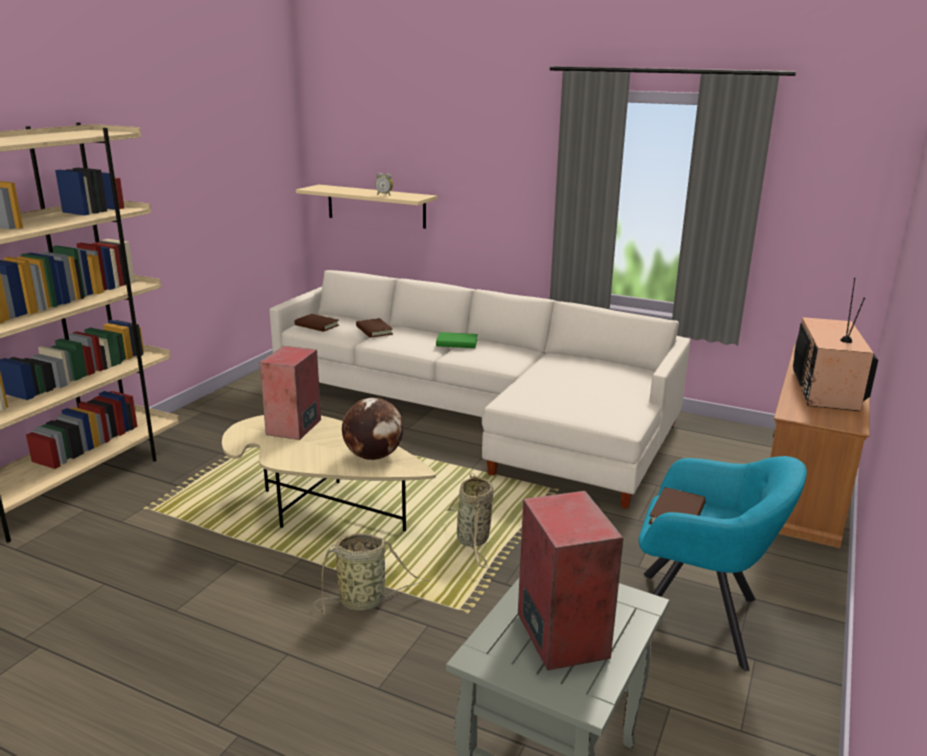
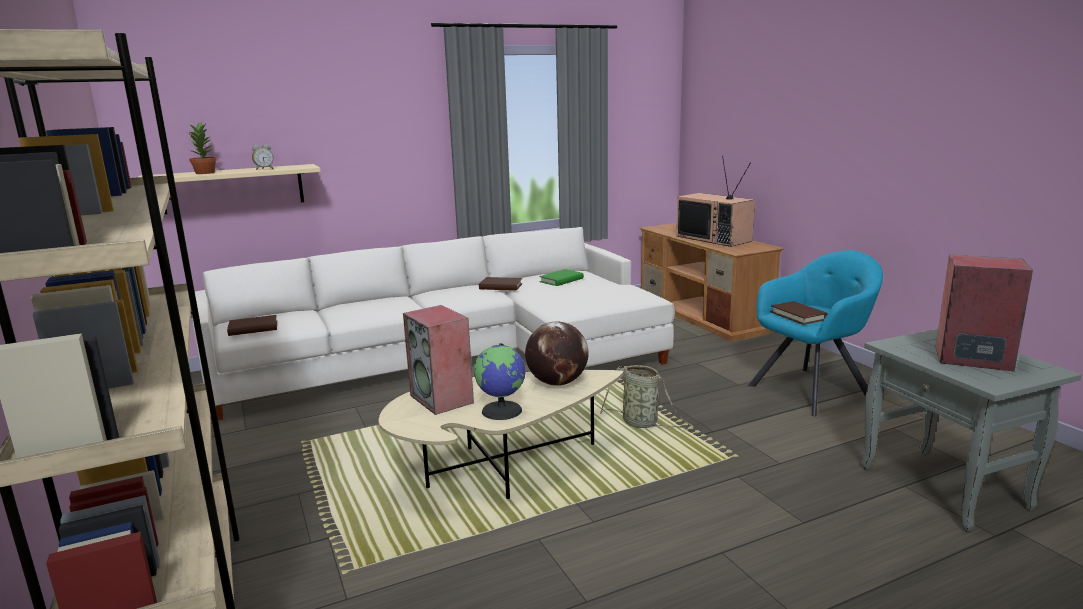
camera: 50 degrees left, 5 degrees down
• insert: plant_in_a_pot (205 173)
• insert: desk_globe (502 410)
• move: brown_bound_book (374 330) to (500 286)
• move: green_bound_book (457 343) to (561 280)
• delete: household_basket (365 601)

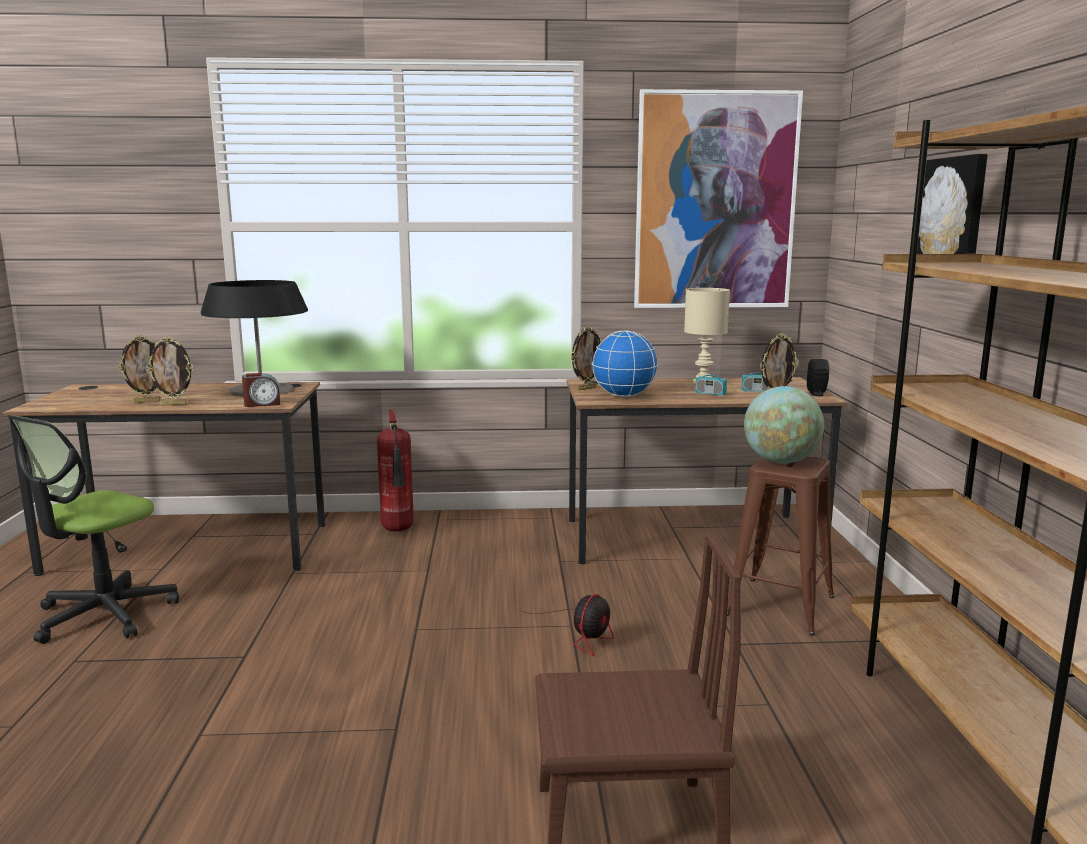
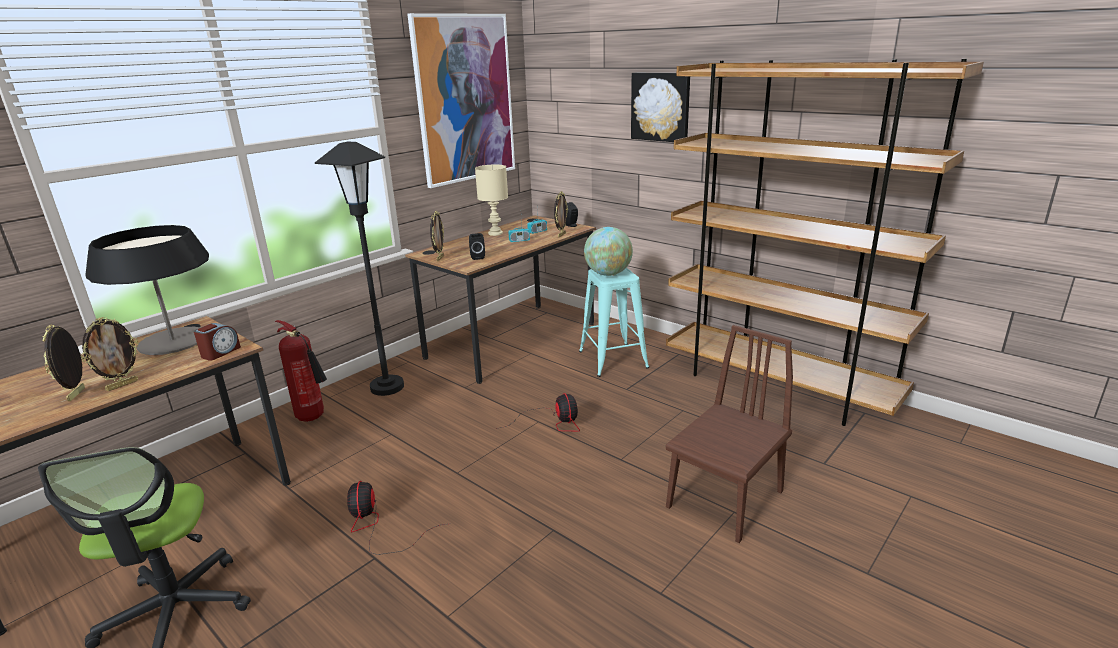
camera: 45 degrees left, 10 degrees up
• rotate: picture_frame (147 401) = (78 394) 150 degrees clockwise
• insert: black-coloured_standing_lamp (387 387)
• insert: cooling_fan (378 527)
• replace: desk_globe (624 396) to black-coloured_audio_speaker (477 257)
• recolor: brown_stool (780 606) to turquoise_stool (613 359)

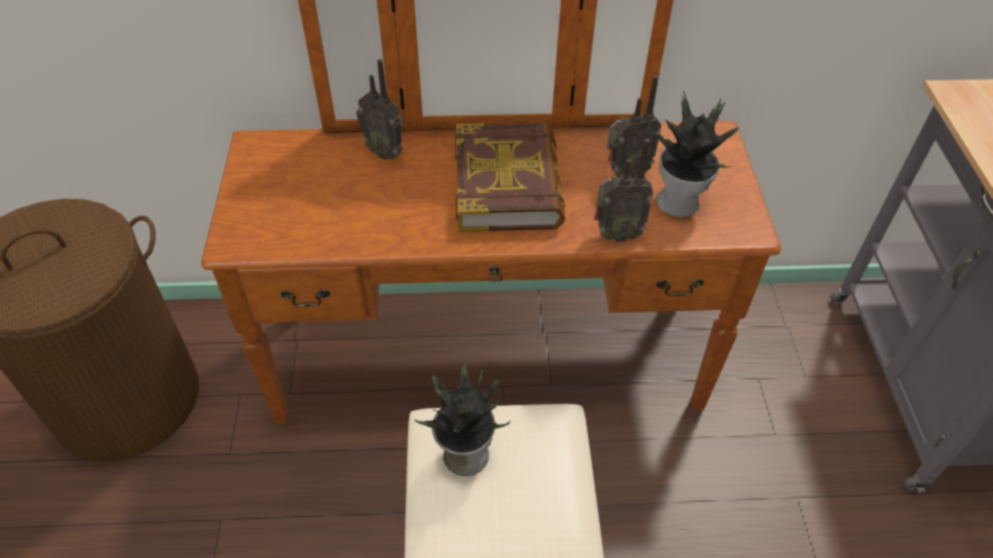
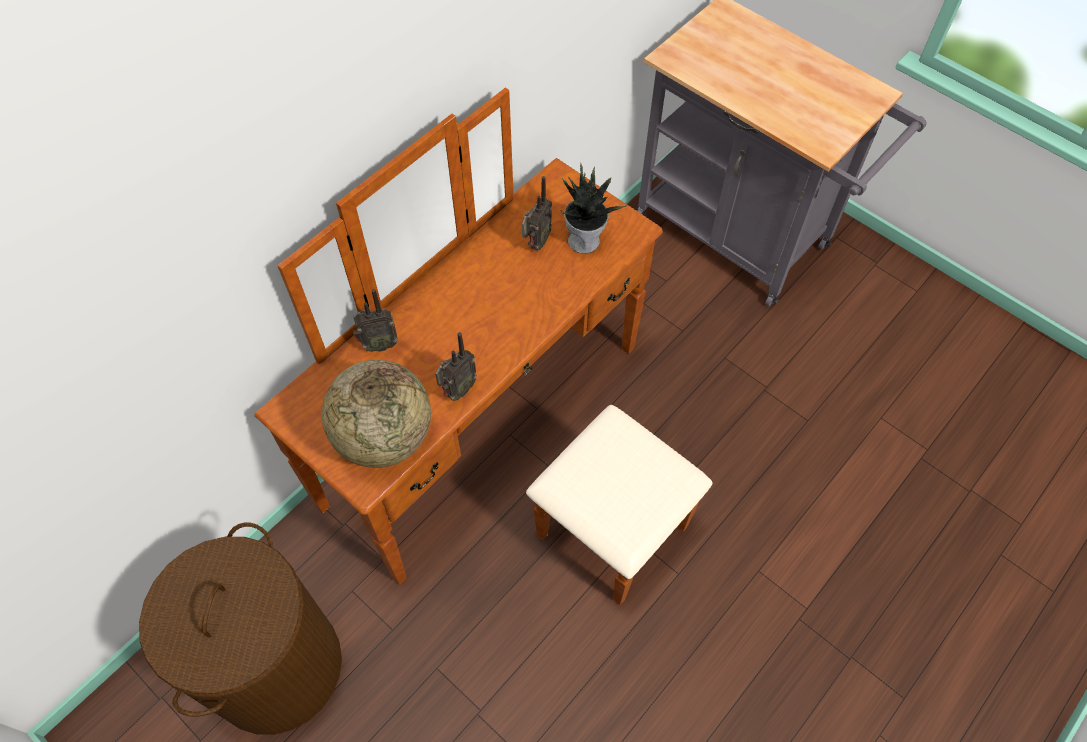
camera: 45 degrees left, 10 degrees up
• insert: desk_globe (384 437)
• move: radio (616 234) to (457 391)
• delete: plant_in_a_pot (464 453)
• delete: bound_book (508 185)

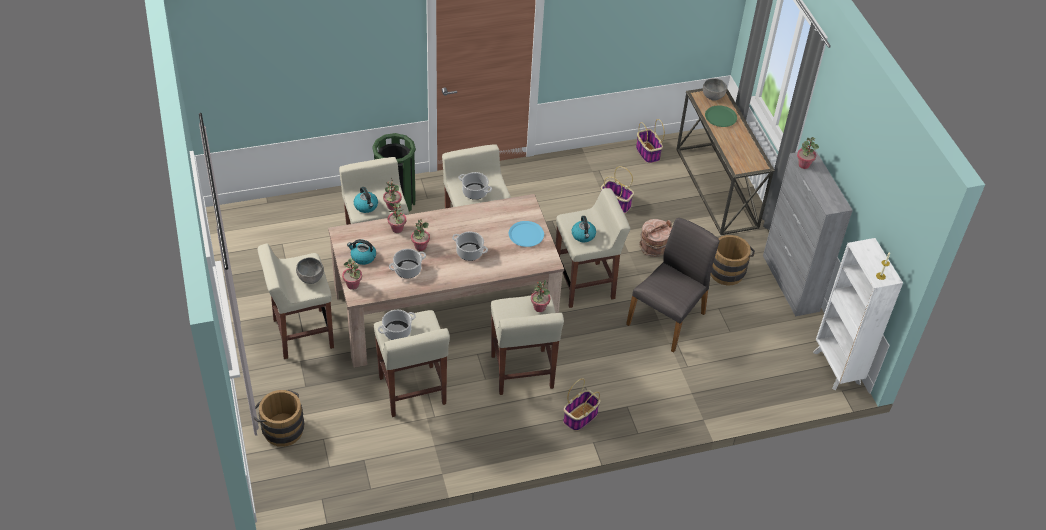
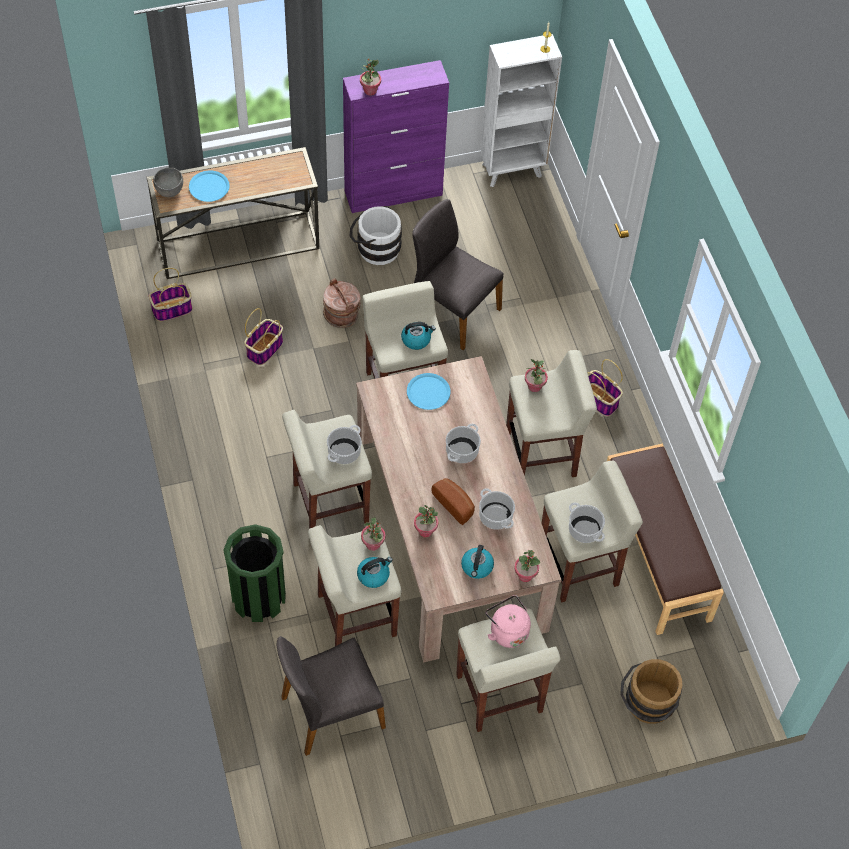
camera: 90 degrees left, 10 degrees up
• recolor: green_flat_dish (720 117) to bluish_flat_dish (209 187)
• insert: greyish_chair (331 711)
• recolor: greyish_storage_cabinet (790 283) to purple_storage_cabinet (394 193)
• recolor: brown_water_bucket (727 270) to whitish_water_bucket (375 248)
• replace: plant_in_a_pot (420 246) to baked_bread (455 504)
• replace: greyish_serving_bowl (311 279) to pink-coloured_tea_kettle (507 631)
• insert: brown_indoor_bench (656 553)

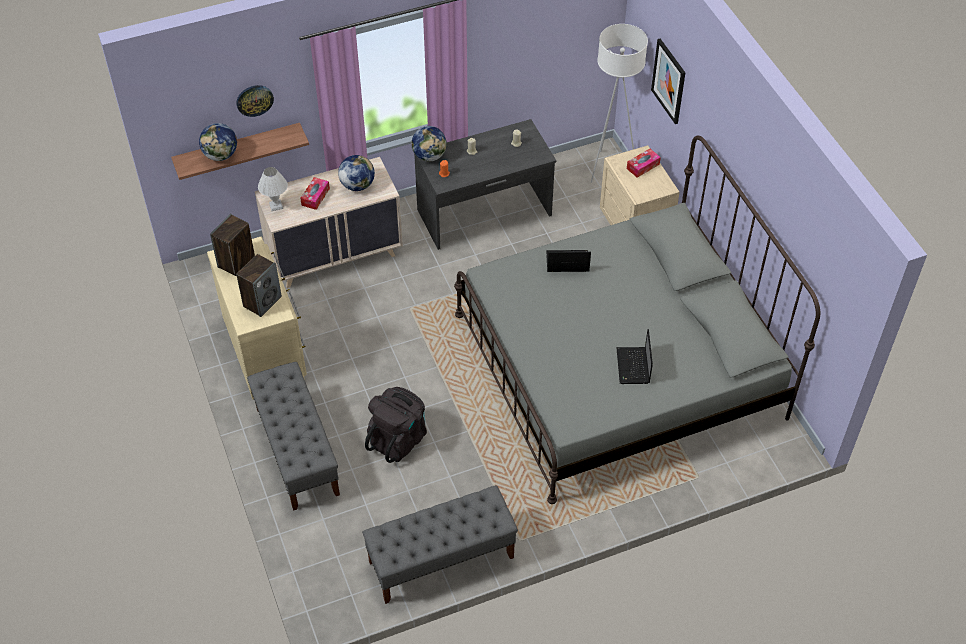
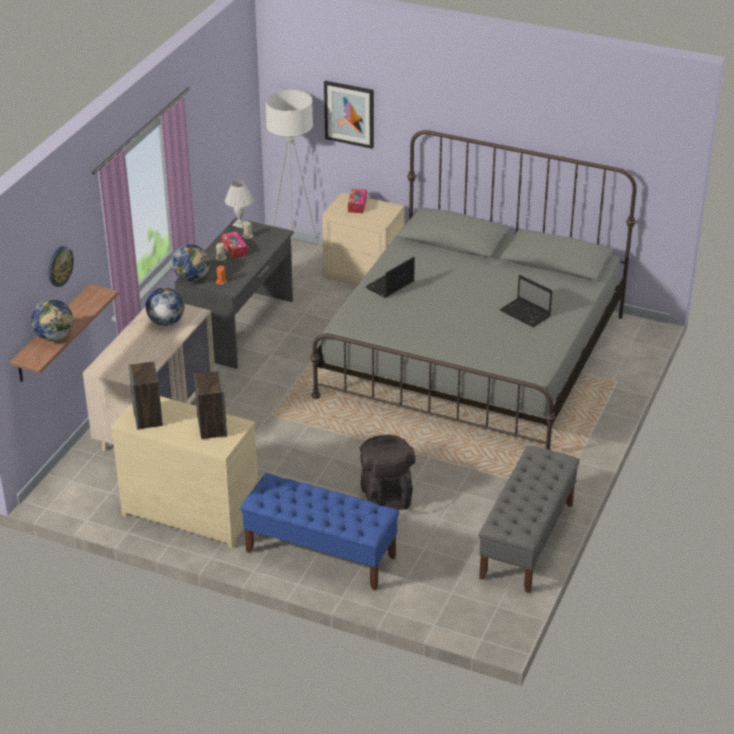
camera: 45 degrees left, 15 degrees down
• move: box_of_tissues (315 197) to (234 249)
• move: whitish_tabletop_lamp (275 205) to (240 224)
• recolor: greyish_indoor_bench (297 451) to bluish_indoor_bench (320 554)

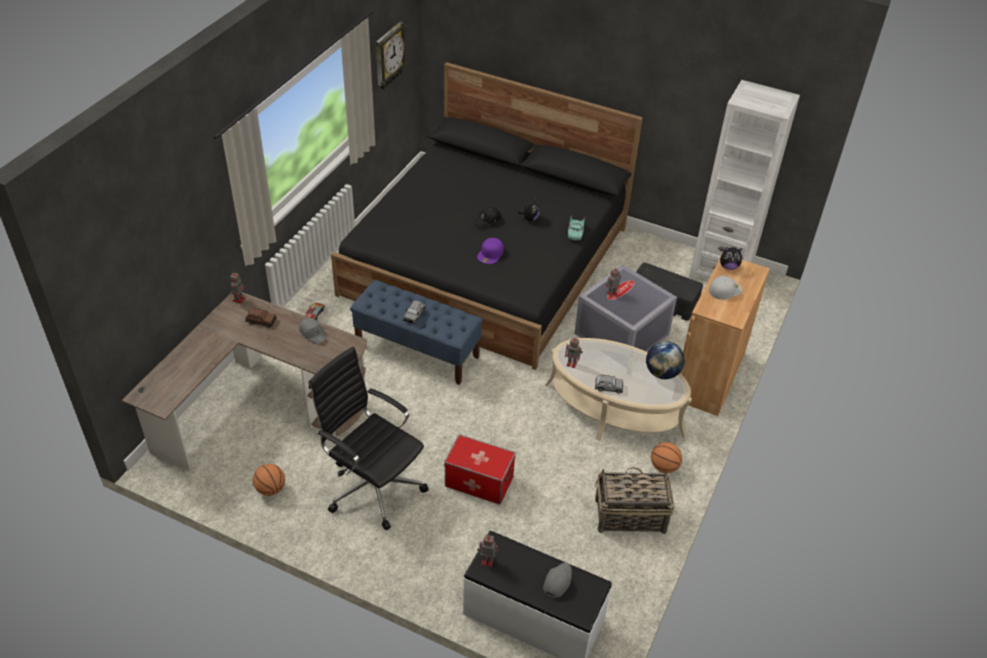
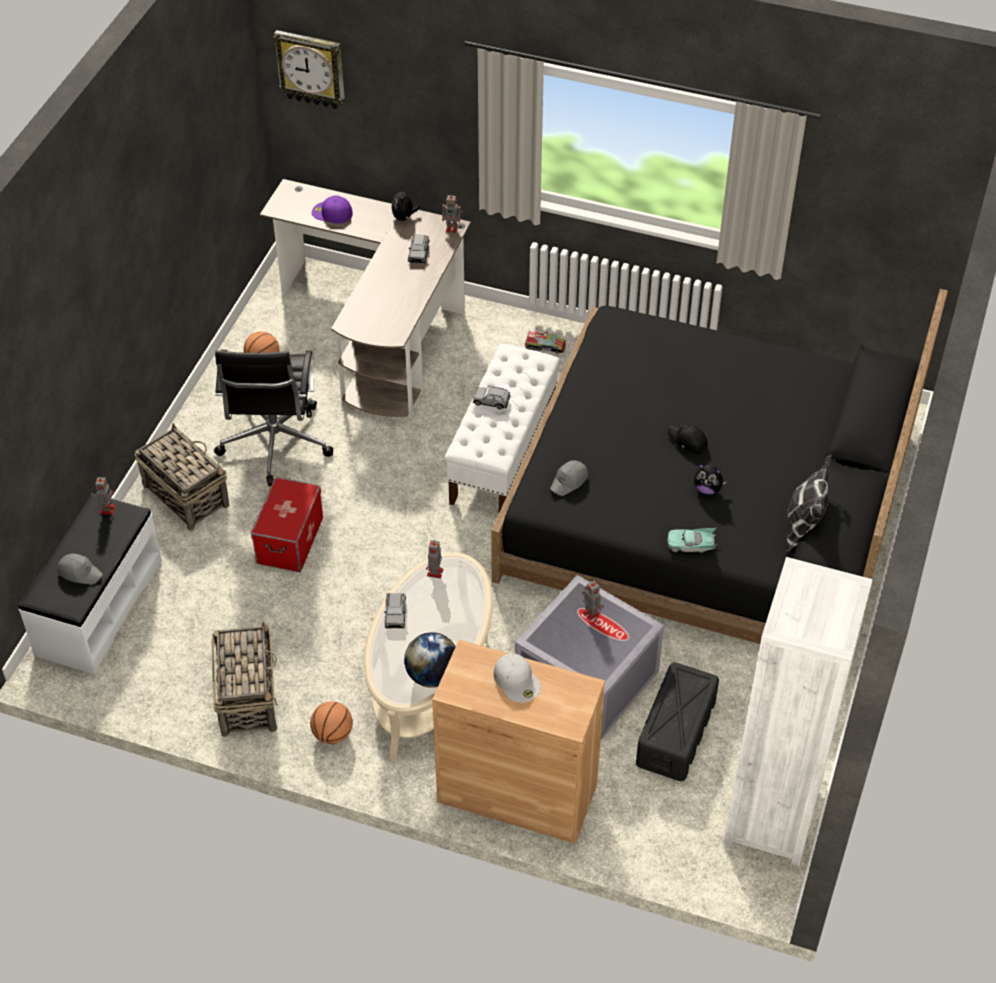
camera: 85 degrees right, 5 degrees up
• insert: household_basket (185 495)
• rotate: black-coloured_desk_chair (373 486) = (274 445) 150 degrees clockwise
• move: hanging_clock (388 56) to (311 69)
• move: purple_baseball_cap (490 254) to (331 213)
• move: plush_toy (728 267) to (404 217)
• recolor: brown_toy_car (261 321) to greyish_toy_car (418 253)
• recolor: bluish_indoor_bench (417 351) to whitish_indoor_bench (503 455)
• move: greyish_baseball_cap (313 333) to (569 481)
• insert: throw_pillow (803 527)

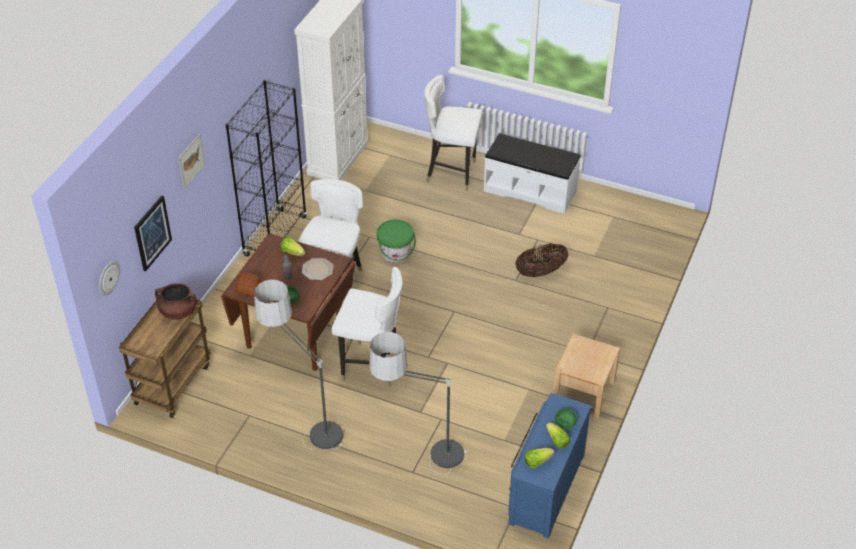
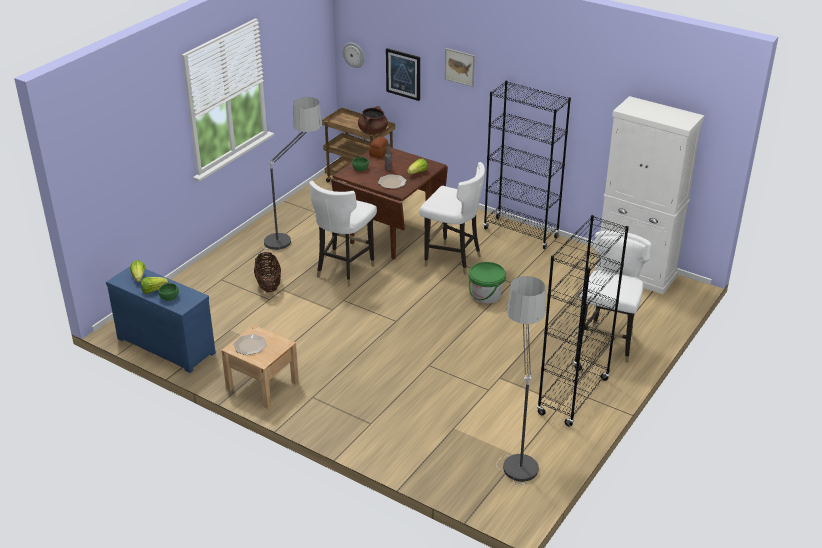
camera: 100 degrees right, 10 degrees down
• insert: flat_dish (250 345)
• move: household_basket (540 272) to (268 285)
• move: standing_lamp (420 460) to (517 449)
• replace: whitish_indoor_bench (530 190) to black-coloured_shelving_unit (573 397)

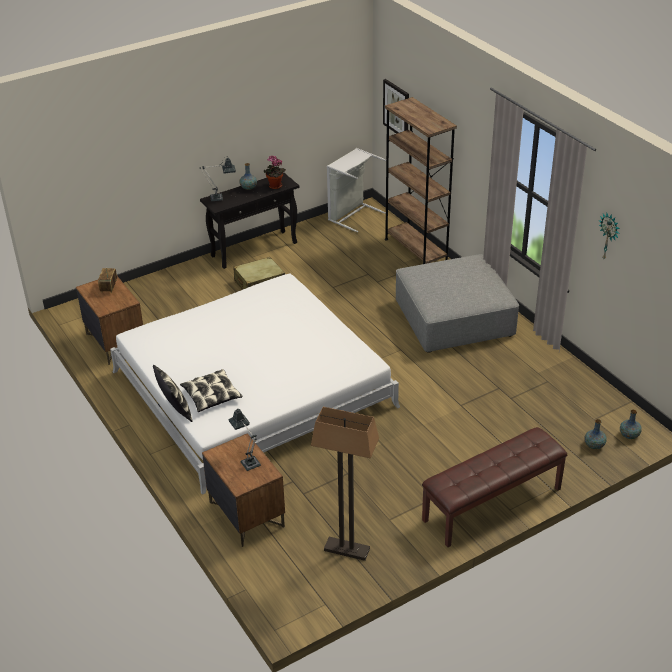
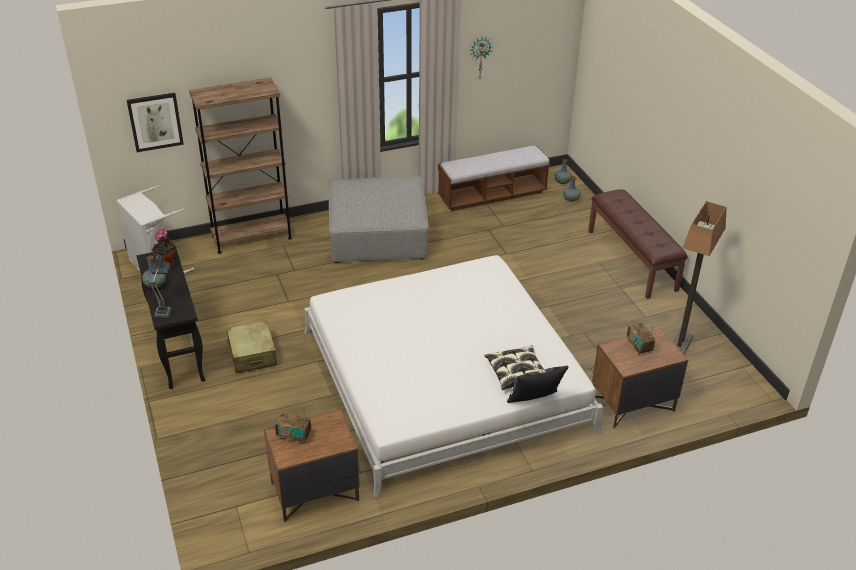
camera: 80 degrees left, 0 degrees up
• insert: indoor_bench (492 195)
• replace: tabletop_lamp (248 461) to radio (639 346)

